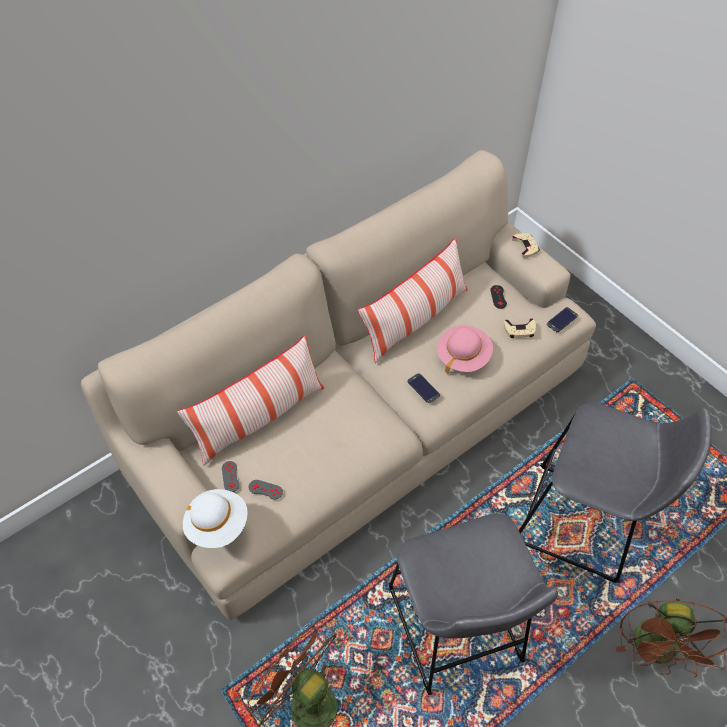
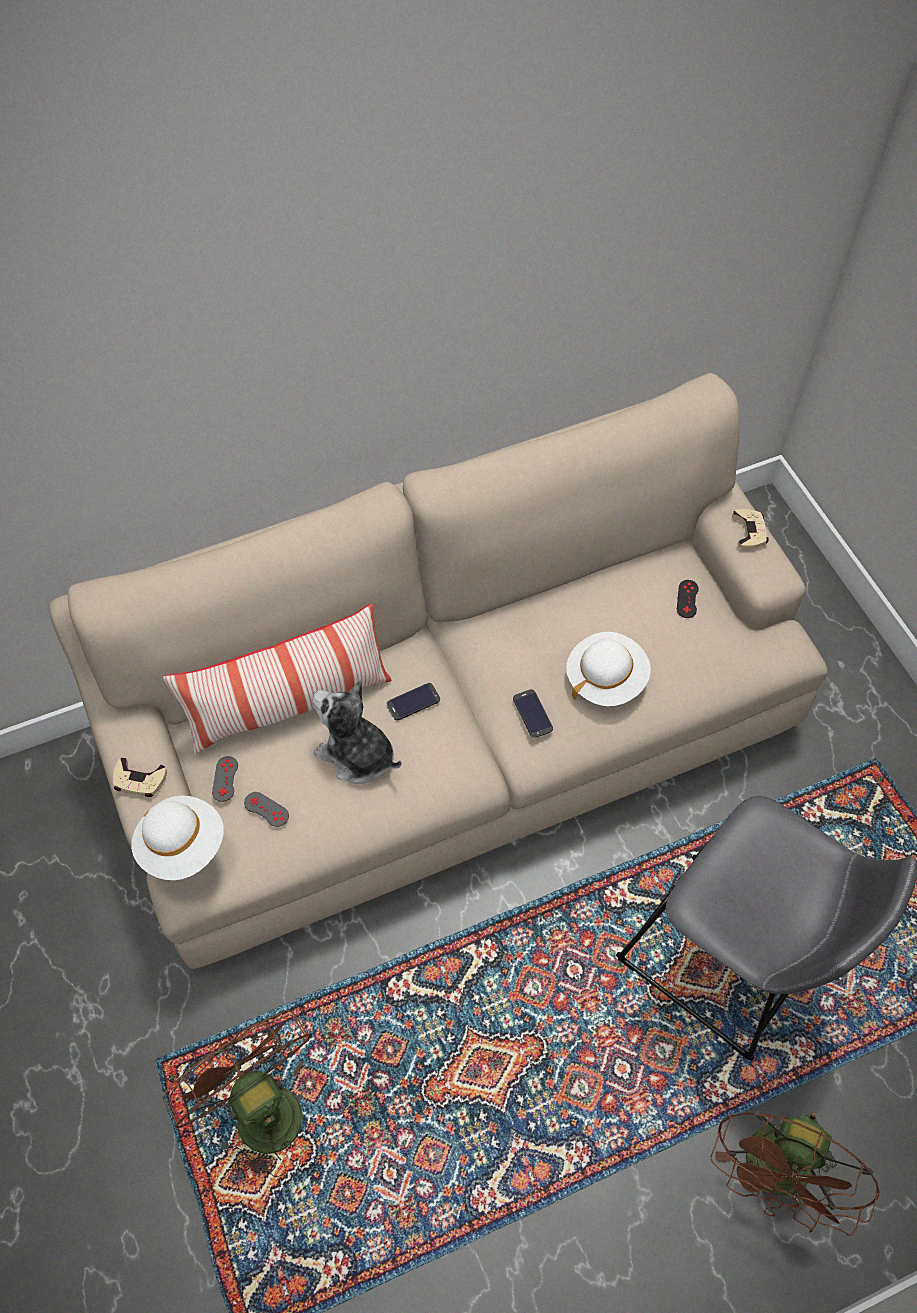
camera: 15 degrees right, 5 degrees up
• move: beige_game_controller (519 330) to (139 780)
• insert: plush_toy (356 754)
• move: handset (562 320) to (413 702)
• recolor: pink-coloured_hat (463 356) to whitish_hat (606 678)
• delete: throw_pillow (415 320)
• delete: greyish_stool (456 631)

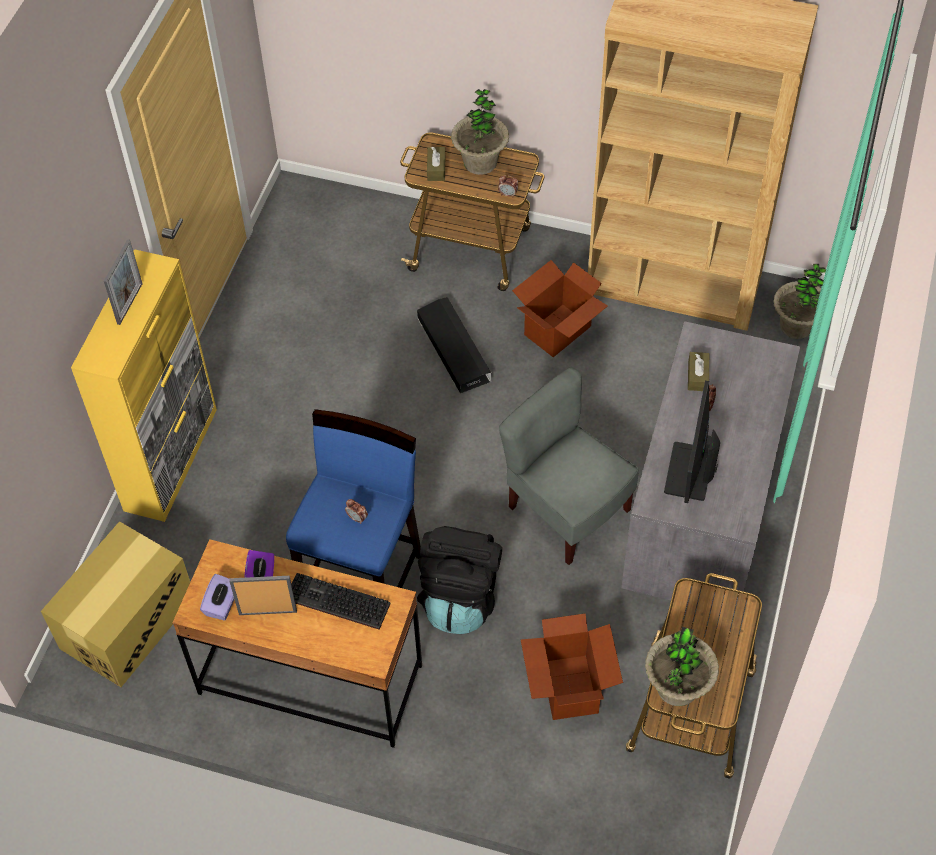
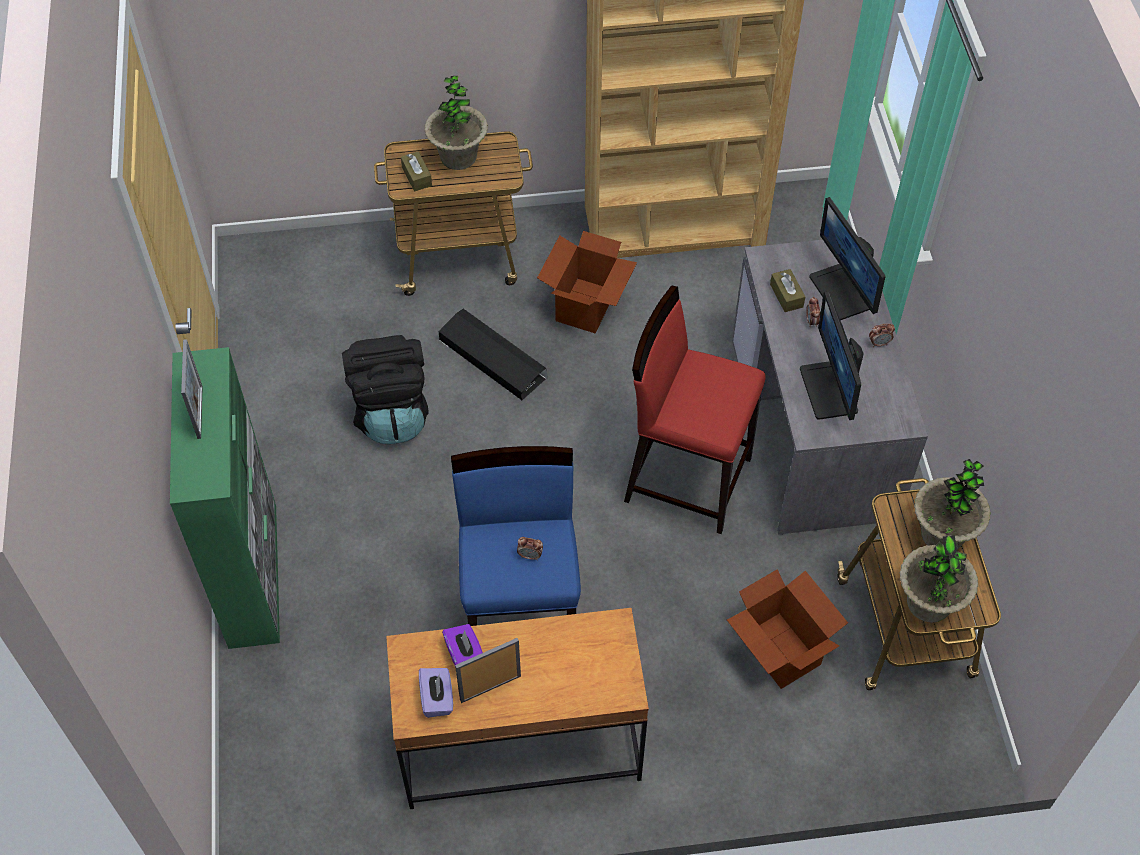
camera: 25 degrees left, 0 degrees up
• recolor: yellow-coloured_storage_cabinet (171 459) to green_storage_cabinet (253 574)
• move: black-coloured_rucksack (460 598) to (391 412)
• replace: greyish_chair (567 510) to red-coloured_stool (687 478)
• insert: monitor (843 291)
• move: bedside_clock (508 194) to (879 343)
• move: plant_in_a_pot (796 326) to (942 534)
• delete: packing_box (128 622)
• delete: PC_keyboard (335 603)

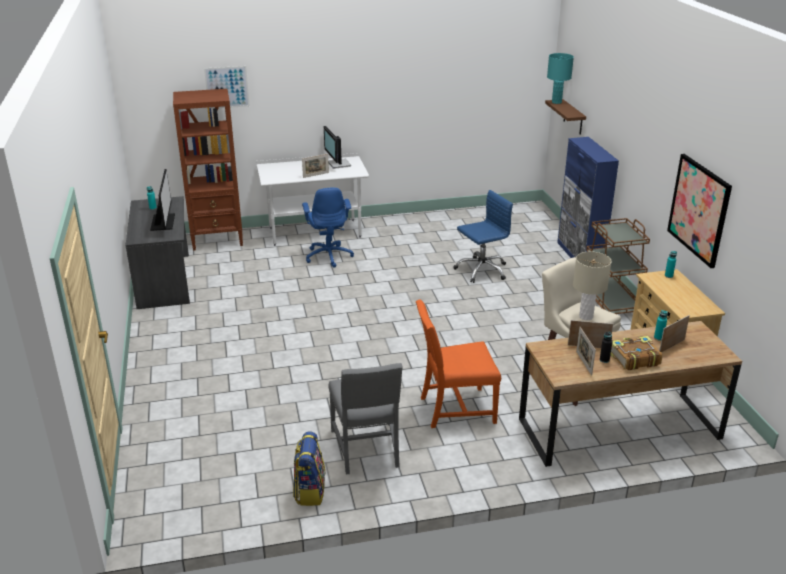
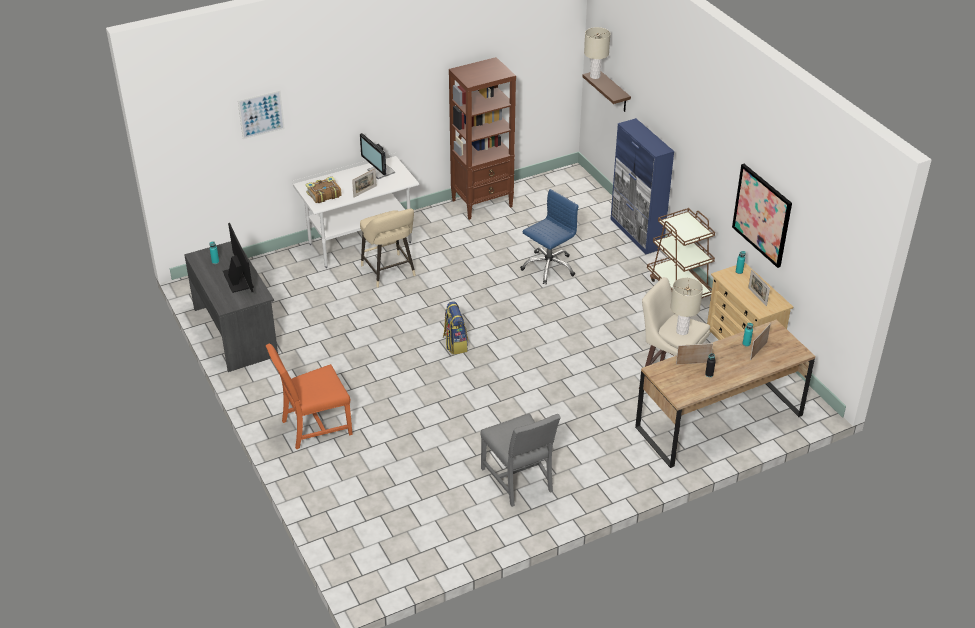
camera: 15 degrees left, 10 degrees up
• move: orangey_chair (454 409) to (314 427)
• move: bound_book (633 359) to (323 194)
• replace: bluish_desk_chair (329 256) to beige_stool (389 272)
• move: rucksack (309 491) to (455 344)
• move: brown_shelving_unit (218 240) to (482 203)
• recolor: turquoise_tabletop_lamp (556 102) to beige_tabletop_lamp (595 76)
• move: picture_frame (584 363) to (757 297)

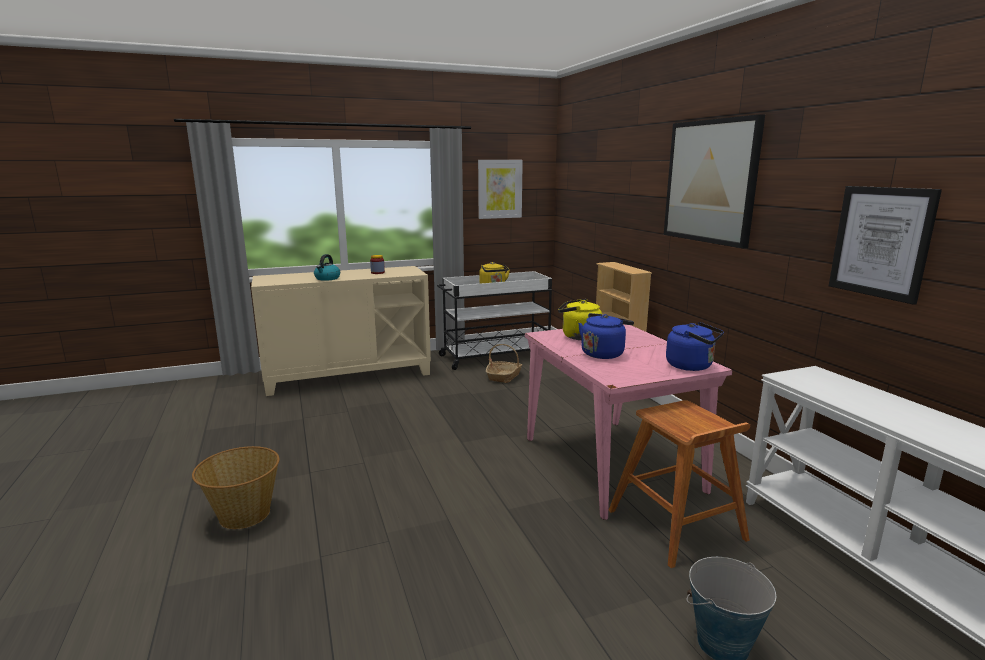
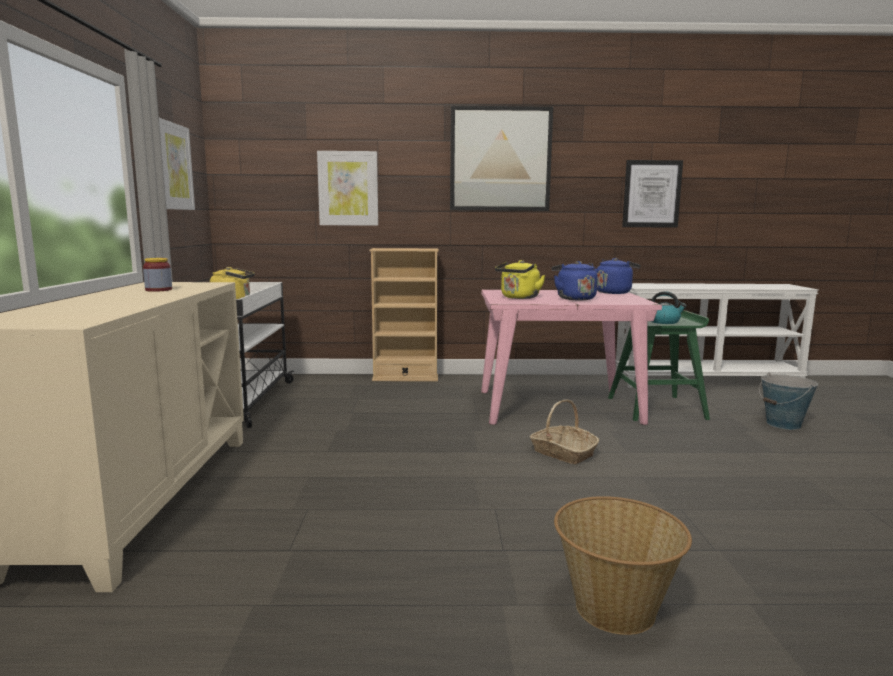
camera: 70 degrees left, 5 degrees down
• insert: wall_art (348 188)
• move: household_basket (504 376) to (562 453)
• recolor: brown_stool (677 526) to green_stool (657 408)
• move: tea_kettle (327 278) to (664 322)

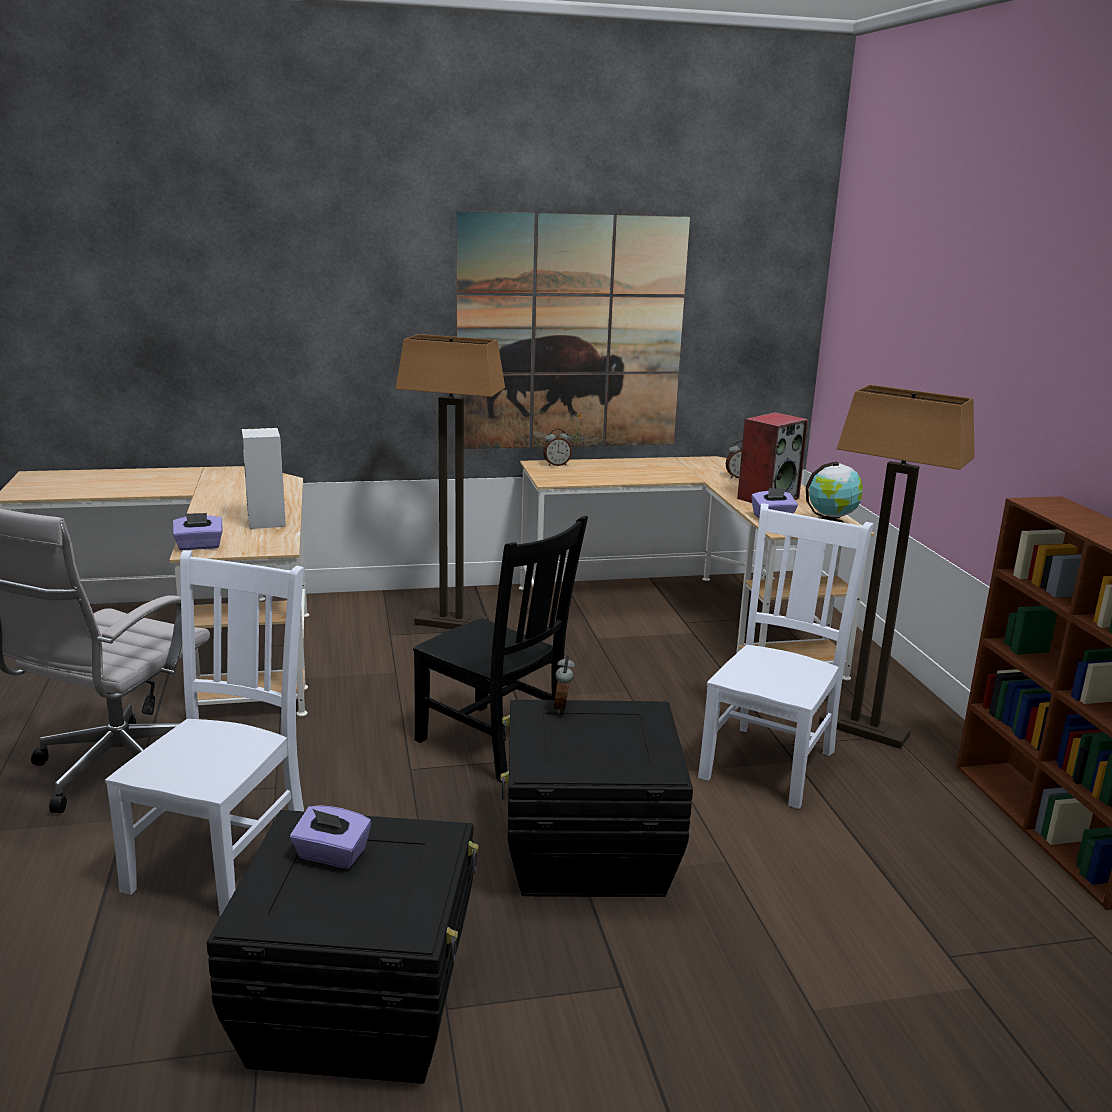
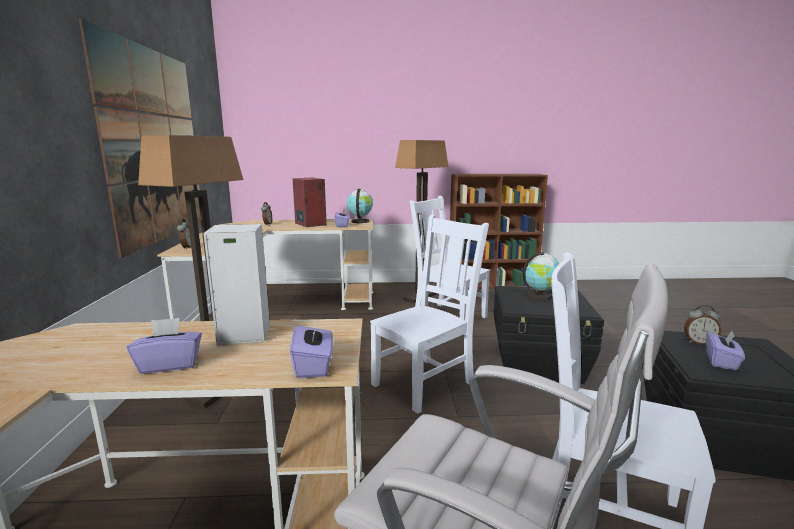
camera: 80 degrees left, 5 degrees down
• insert: purple_box_of_tissues (170 364)
• recolor: black-coloured_chair (495 744) to whitish_chair (426 382)
• insert: desk_globe (539 296)
• move: bedside_clock (563 707) to (699 342)

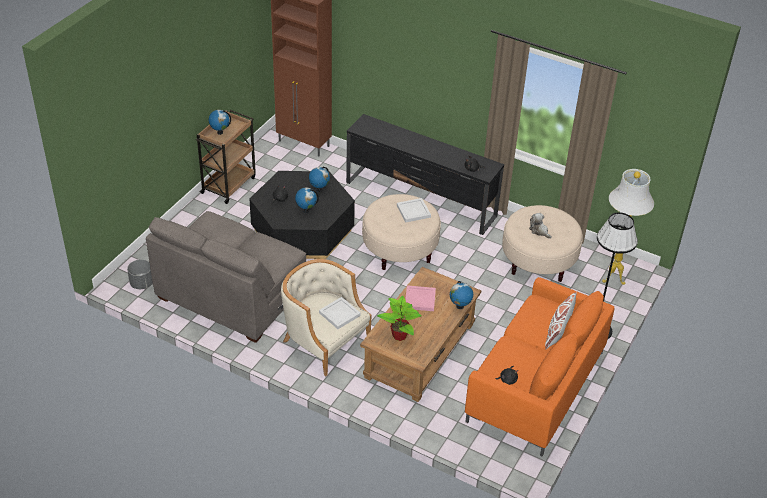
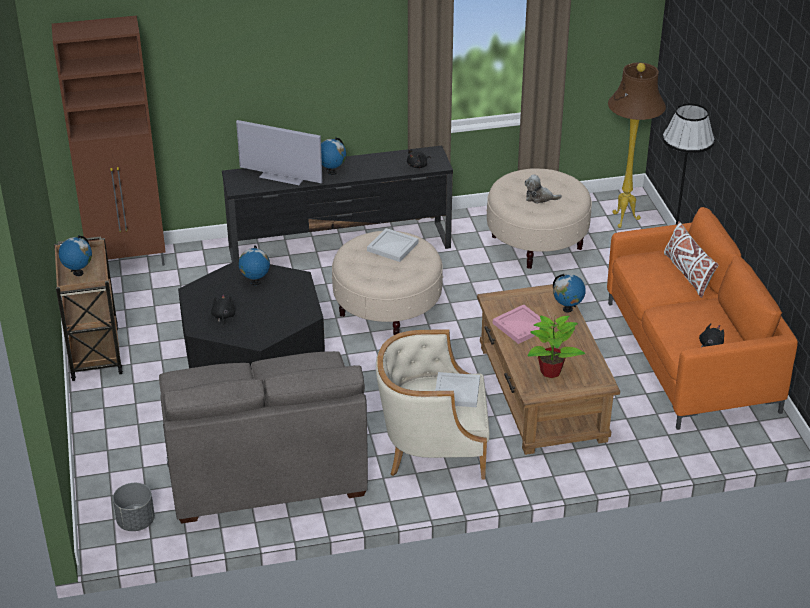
camera: 40 degrees left, 5 degrees down
• insert: television (282 177)
• move: desk_globe (306 210) to (332 172)
• recolor: whitish_standing_lamp (612 280) to brown_standing_lamp (624 221)

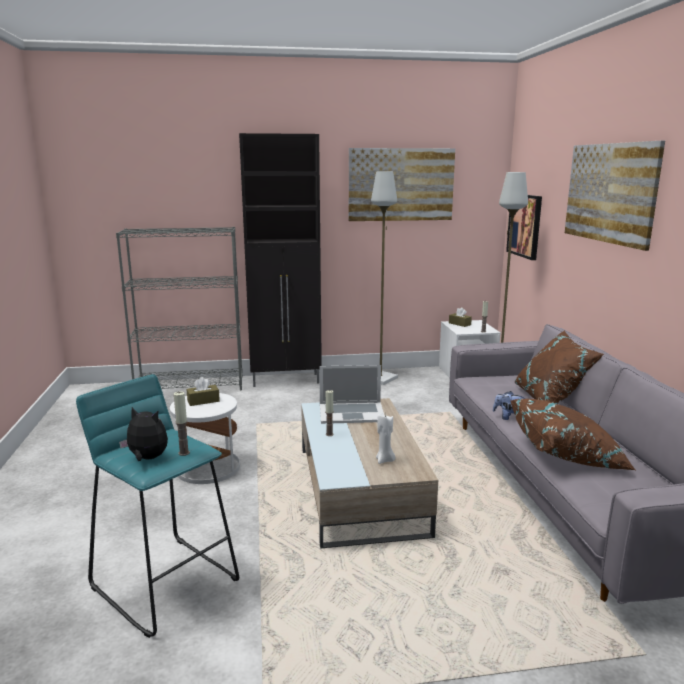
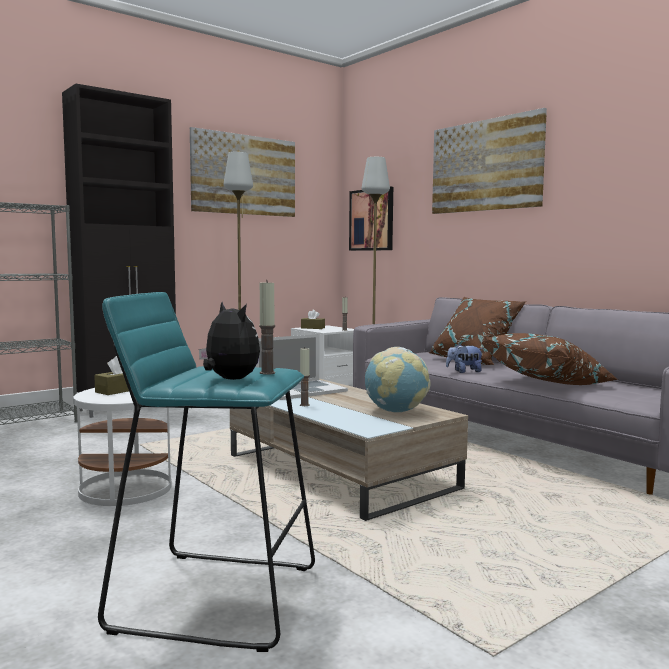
camera: 30 degrees left, 10 degrees down
• rotate: plush_toy (147 458) = (229 380) 60 degrees clockwise
• replace: whitish_candle (385 460) to desk_globe (396 411)

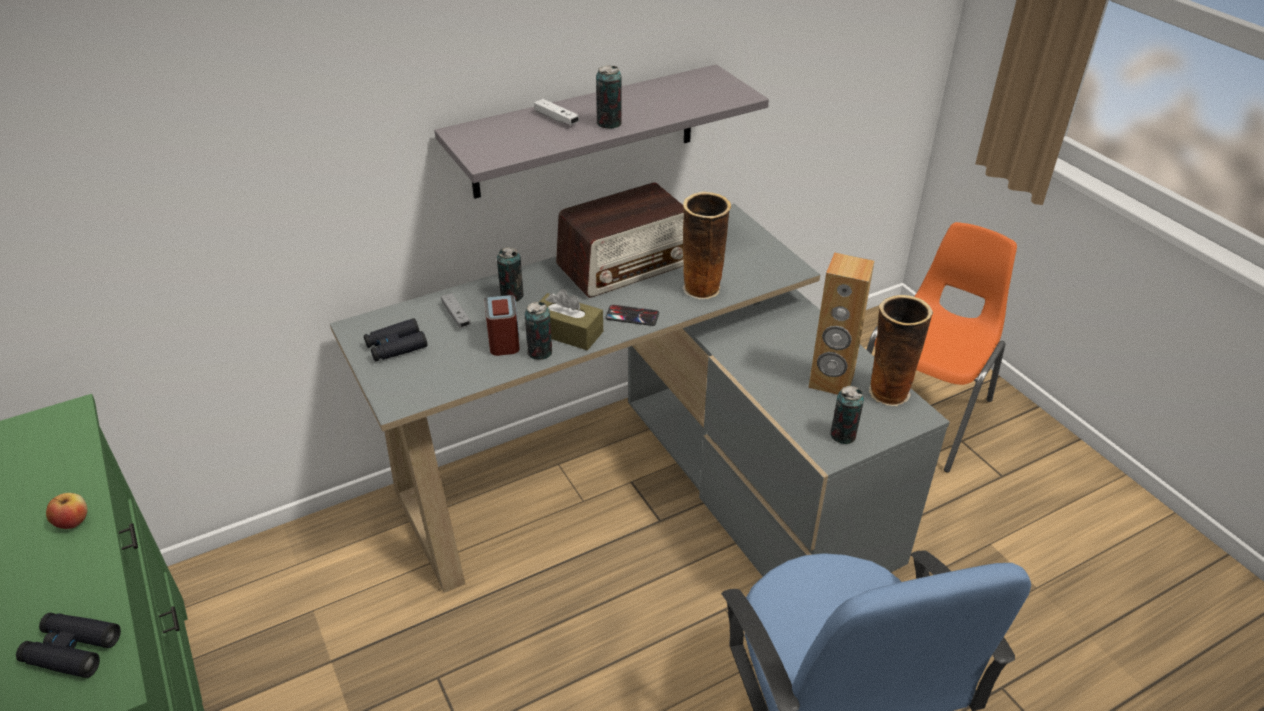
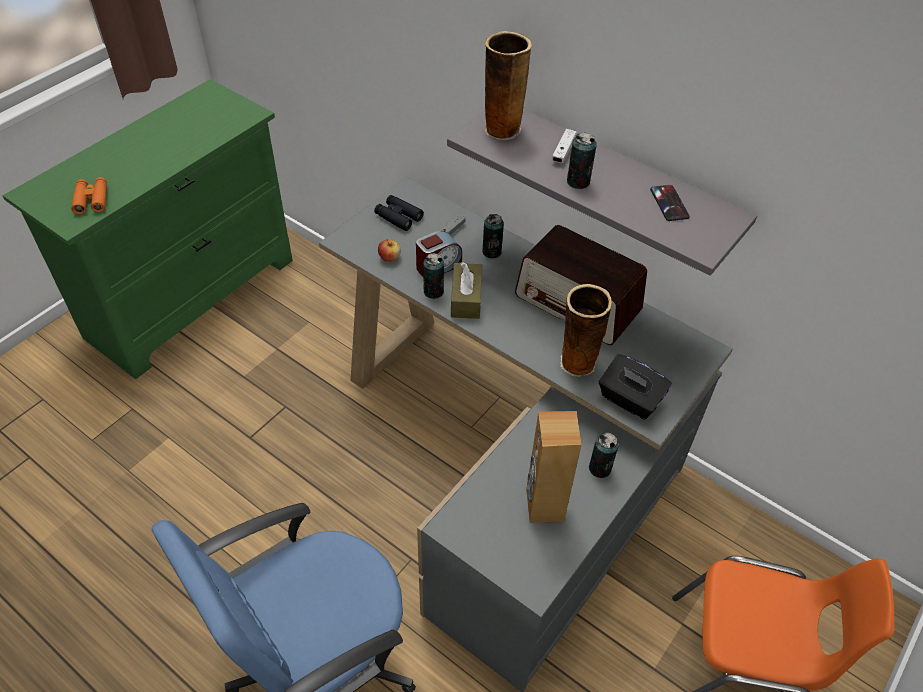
camera: 65 degrees right, 10 degrees up
• recolor: black-coloured_pair_of_binoculars (72 650) to orangey_pair_of_binoculars (91 200)
• move: apple_fruit (73 521) to (389 258)
• move: vase (886 392) to (502 128)
• move: can (843 435) to (600 468)
• insert: black-coloured_box_of_tissues (629 400)
• move: handset (632 316) to (669 203)

